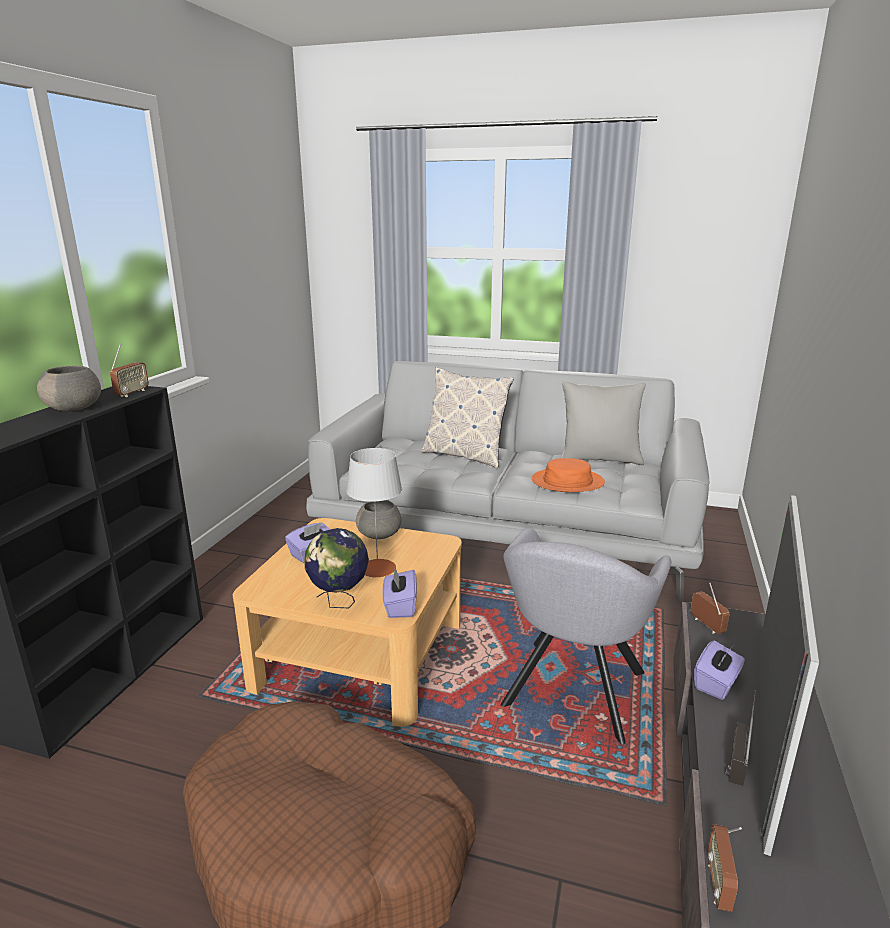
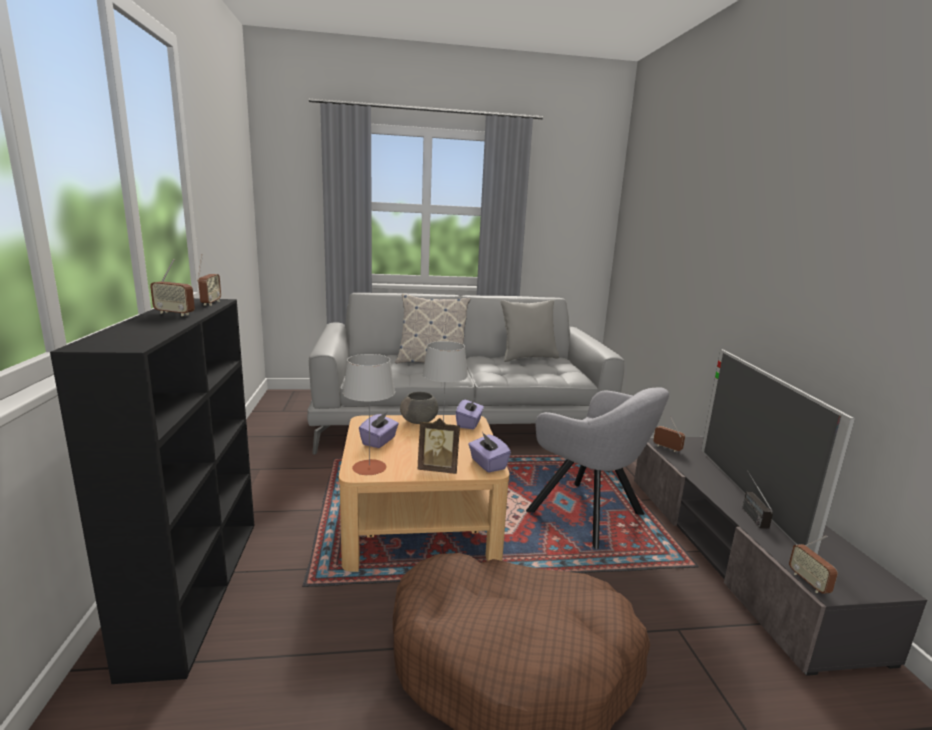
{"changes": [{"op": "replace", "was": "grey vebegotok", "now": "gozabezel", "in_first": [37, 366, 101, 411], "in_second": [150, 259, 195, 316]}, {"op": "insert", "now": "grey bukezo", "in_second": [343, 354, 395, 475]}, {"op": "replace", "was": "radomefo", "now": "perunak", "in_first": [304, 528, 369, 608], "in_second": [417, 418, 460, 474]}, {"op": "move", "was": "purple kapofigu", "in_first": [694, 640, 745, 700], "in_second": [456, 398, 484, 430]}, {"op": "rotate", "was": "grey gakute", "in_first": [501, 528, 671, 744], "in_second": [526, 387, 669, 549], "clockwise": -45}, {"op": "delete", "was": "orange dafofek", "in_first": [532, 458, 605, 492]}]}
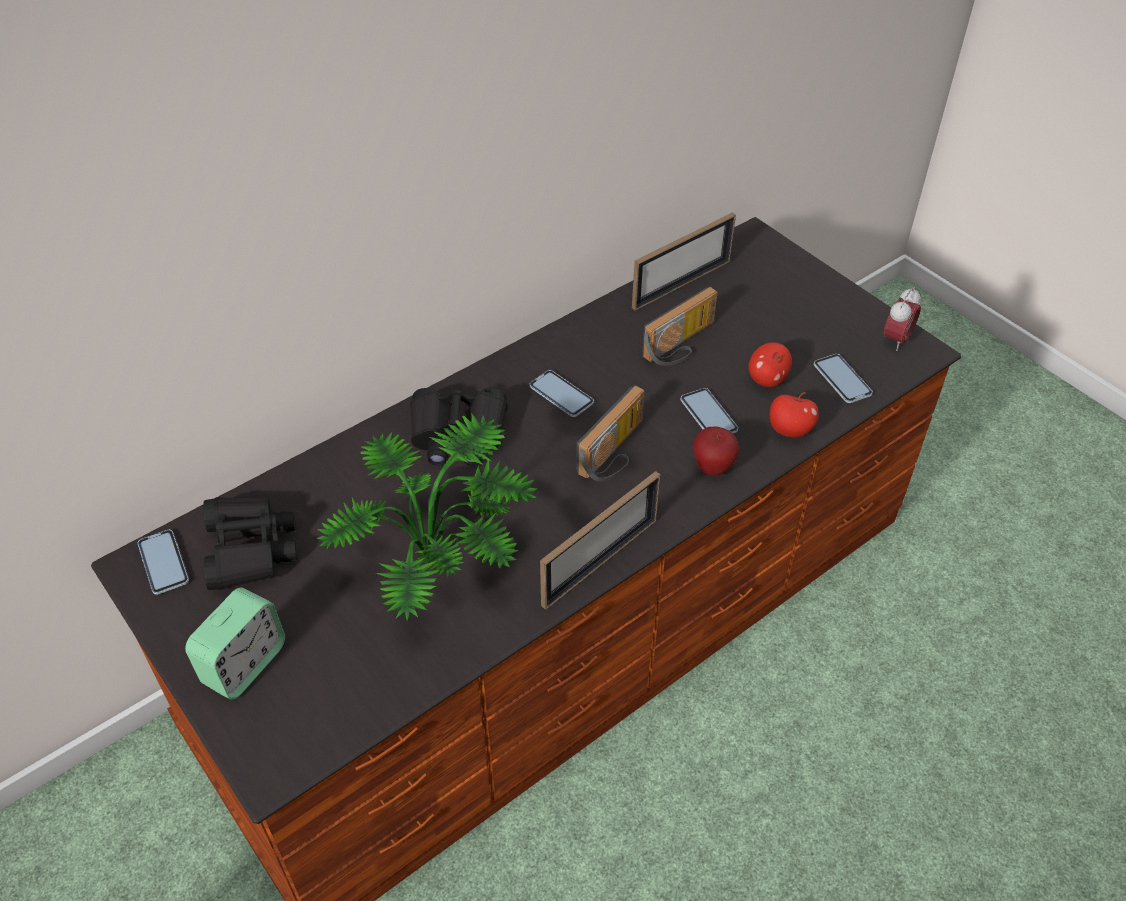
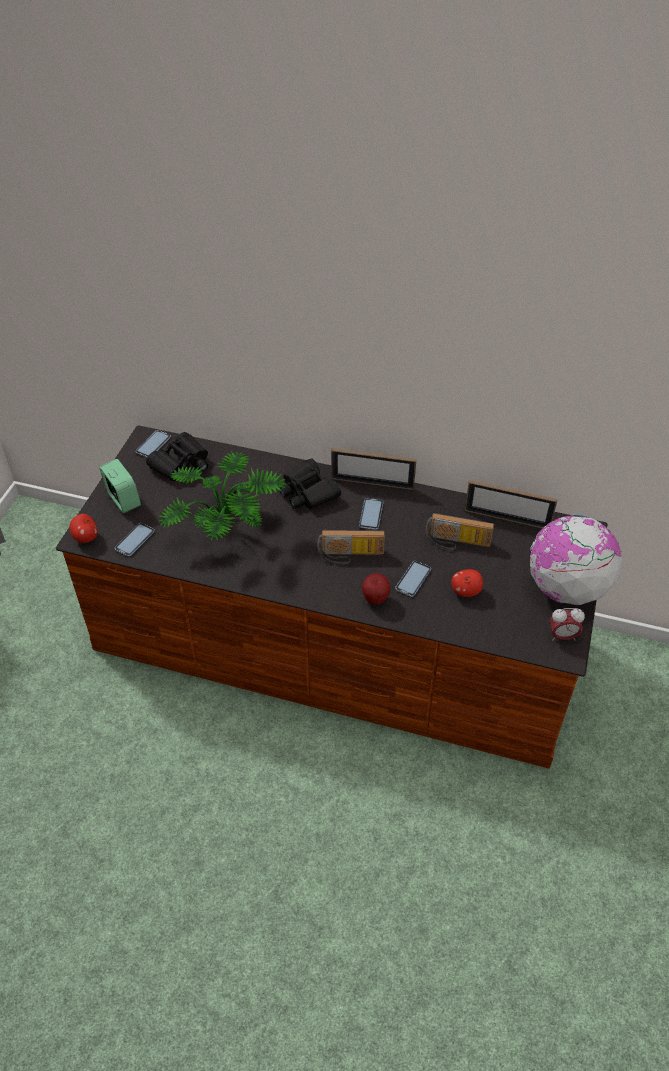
{"changes": [{"op": "move", "was": "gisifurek", "in_first": [770, 392, 819, 437], "in_second": [69, 514, 98, 543]}, {"op": "rotate", "was": "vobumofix", "in_first": [185, 588, 285, 700], "in_second": [99, 459, 141, 513], "clockwise": -120}, {"op": "move", "was": "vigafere", "in_first": [814, 354, 873, 403], "in_second": [115, 523, 154, 556]}, {"op": "move", "was": "perunak", "in_first": [540, 471, 660, 610], "in_second": [331, 448, 416, 490]}, {"op": "insert", "now": "radomefo", "in_second": [530, 515, 622, 605]}]}
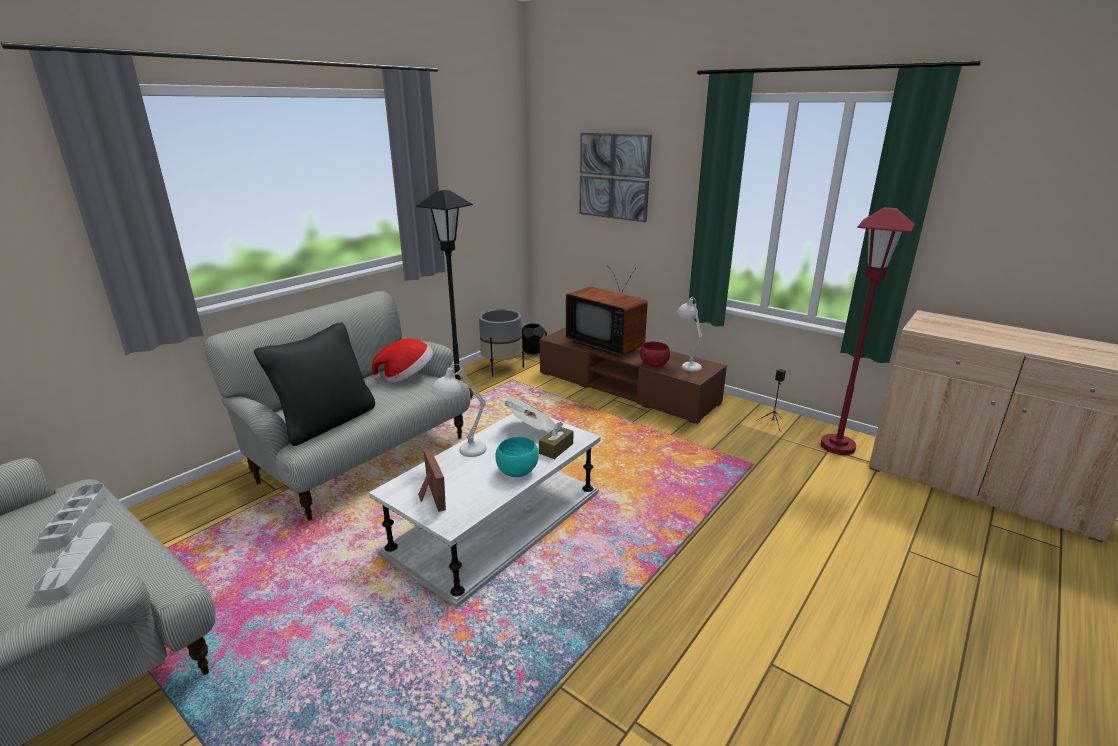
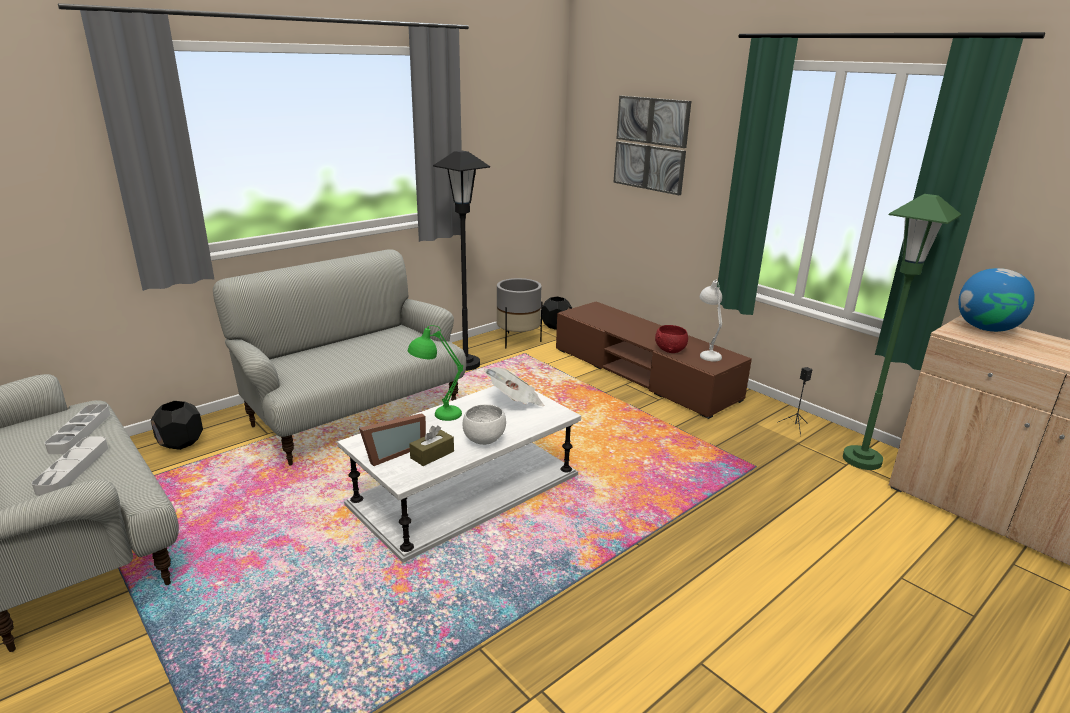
{"changes": [{"op": "insert", "now": "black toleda", "in_second": [151, 401, 203, 450]}, {"op": "rotate", "was": "perunak", "in_first": [418, 449, 446, 512], "in_second": [359, 413, 426, 466], "clockwise": 60}, {"op": "recolor", "was": "white bukezo", "now": "green bukezo", "in_first": [431, 364, 487, 457], "in_second": [408, 325, 463, 421]}, {"op": "move", "was": "brown kapofigu", "in_first": [539, 422, 573, 459], "in_second": [409, 425, 454, 466]}, {"op": "recolor", "was": "turquoise vebegotok", "now": "white vebegotok", "in_first": [495, 437, 538, 477], "in_second": [463, 404, 506, 445]}, {"op": "recolor", "was": "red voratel", "now": "green voratel", "in_first": [821, 207, 915, 455], "in_second": [843, 194, 961, 470]}, {"op": "insert", "now": "radomefo", "in_second": [958, 268, 1035, 332]}, {"op": "delete", "was": "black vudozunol", "in_first": [254, 322, 375, 446]}, {"op": "delete", "was": "dafofek", "in_first": [372, 338, 433, 383]}, {"op": "delete", "was": "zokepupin", "in_first": [566, 266, 648, 357]}]}
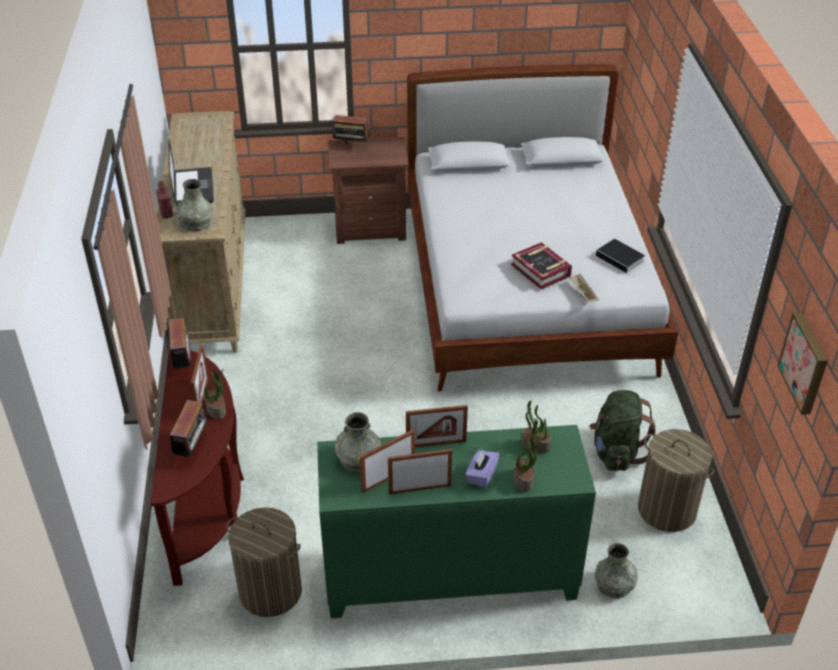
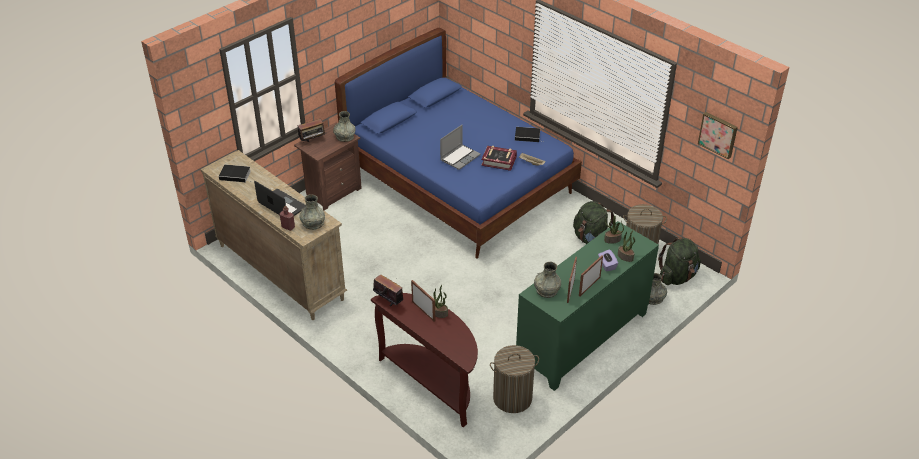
{"changes": [{"op": "insert", "now": "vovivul", "in_second": [219, 165, 251, 182]}, {"op": "insert", "now": "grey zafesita", "in_second": [333, 111, 356, 142]}, {"op": "recolor", "was": "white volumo", "now": "blue volumo", "in_first": [407, 64, 678, 391], "in_second": [335, 28, 582, 259]}, {"op": "insert", "now": "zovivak", "in_second": [440, 125, 481, 170]}, {"op": "insert", "now": "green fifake", "in_second": [658, 237, 701, 285]}, {"op": "delete", "was": "gozabezel", "in_first": [170, 400, 207, 461]}, {"op": "delete", "was": "perunak", "in_first": [406, 405, 468, 447]}]}
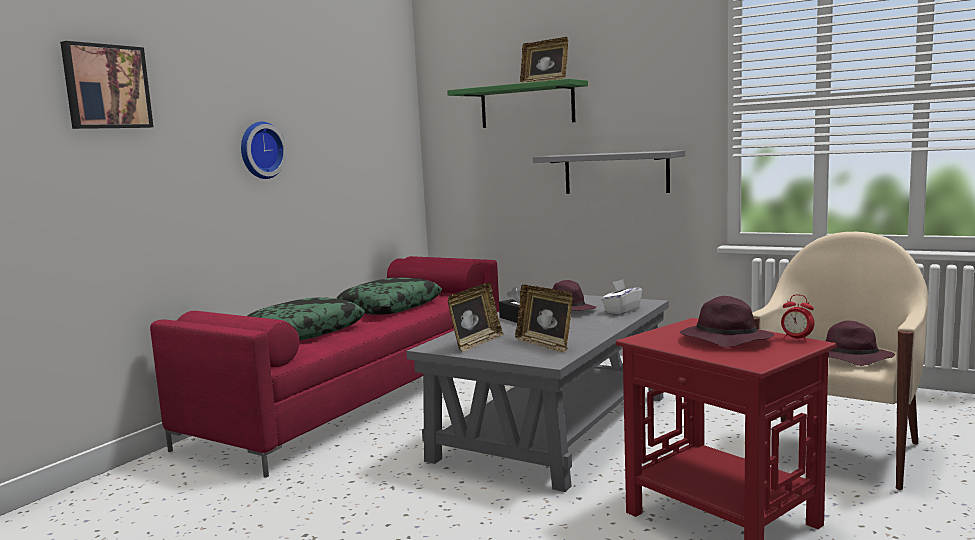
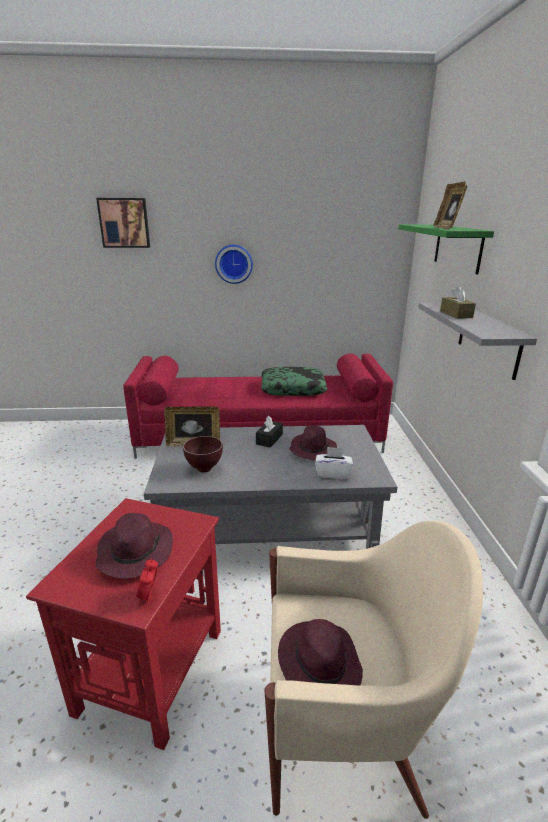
{"changes": [{"op": "replace", "was": "perunak", "now": "brown vebegotok", "in_first": [515, 285, 573, 353], "in_second": [183, 436, 223, 473]}, {"op": "insert", "now": "brown kapofigu", "in_second": [440, 286, 476, 319]}, {"op": "delete", "was": "vudozunol", "in_first": [247, 298, 365, 340]}]}
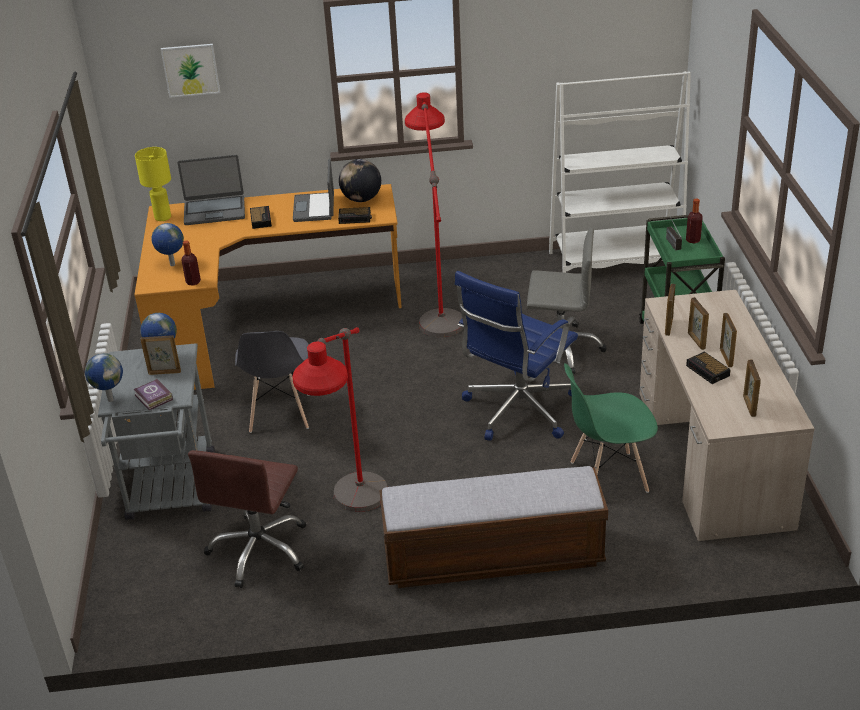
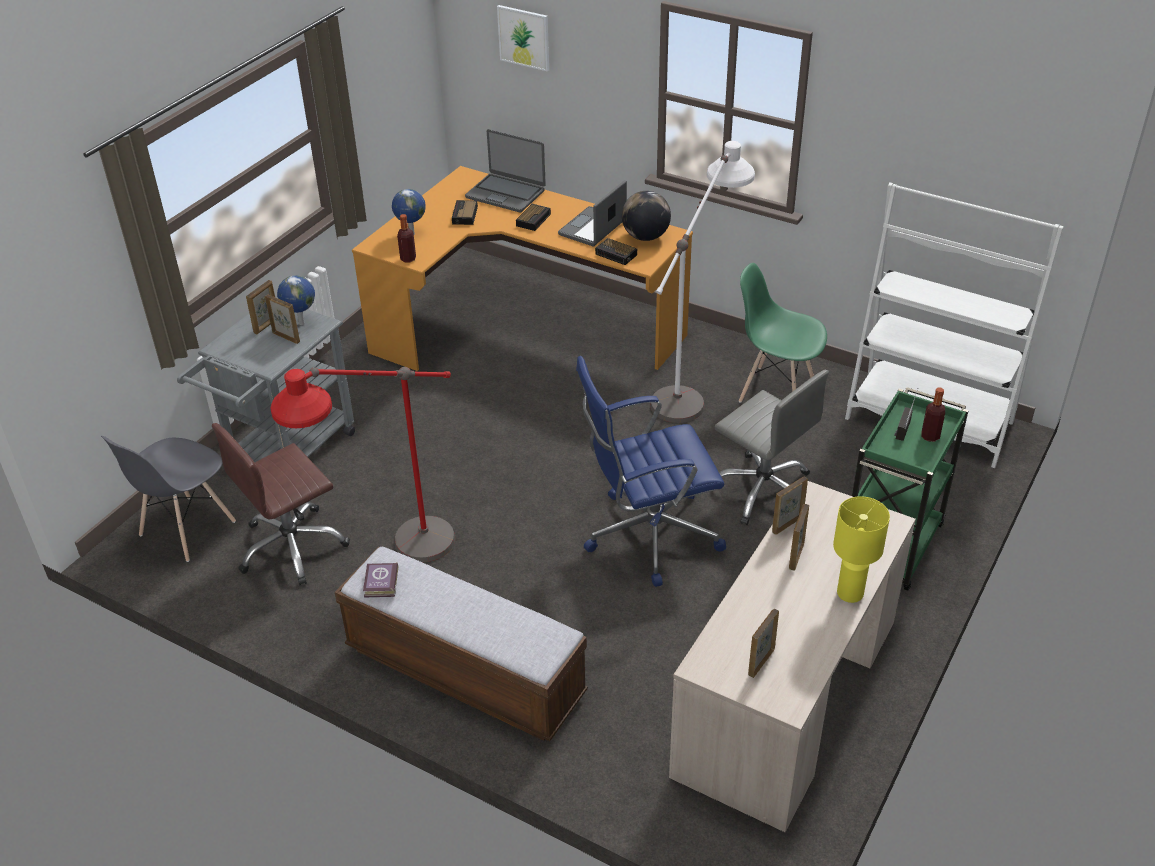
{"changes": [{"op": "move", "was": "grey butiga", "in_first": [235, 331, 309, 433], "in_second": [101, 436, 236, 562]}, {"op": "move", "was": "perunak", "in_first": [720, 313, 737, 367], "in_second": [246, 280, 275, 334]}, {"op": "move", "was": "vovivul", "in_first": [134, 379, 173, 410], "in_second": [363, 562, 398, 597]}, {"op": "move", "was": "vobumofix", "in_first": [686, 351, 731, 384], "in_second": [452, 200, 478, 225]}, {"op": "recolor", "was": "red voratel", "now": "white voratel", "in_first": [405, 92, 464, 337], "in_second": [650, 141, 755, 423]}, {"op": "move", "was": "green butiga", "in_first": [564, 363, 658, 493], "in_second": [739, 263, 827, 403]}, {"op": "move", "was": "yellow bukezo", "in_first": [135, 147, 171, 221], "in_second": [833, 496, 890, 603]}, {"op": "delete", "was": "radomefo", "in_first": [85, 353, 123, 402]}]}
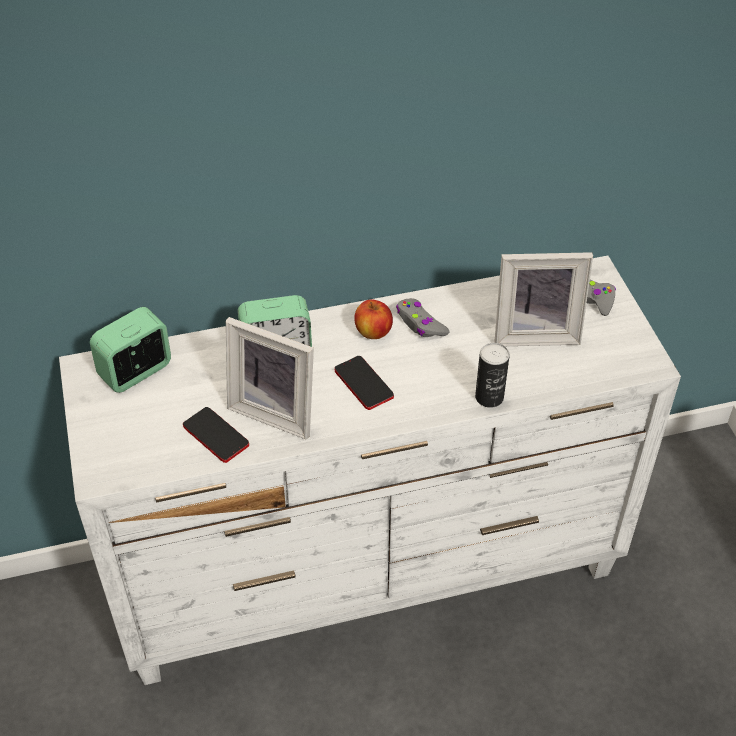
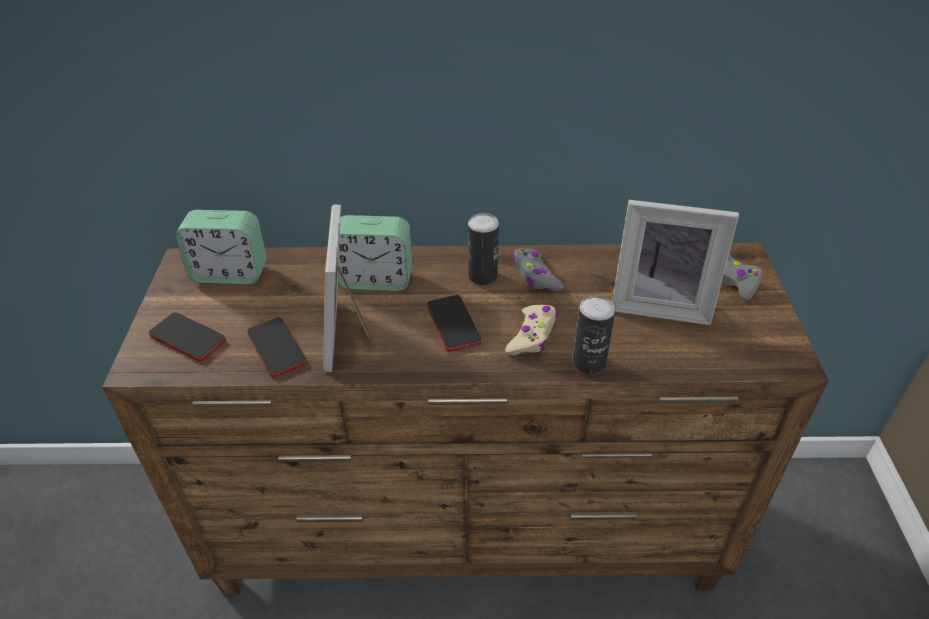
{"changes": [{"op": "recolor", "was": "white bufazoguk", "now": "brown bufazoguk", "in_first": [59, 256, 681, 685], "in_second": [102, 243, 829, 594]}, {"op": "insert", "now": "vigafere", "in_second": [149, 312, 226, 361]}, {"op": "rotate", "was": "vobumofix", "in_first": [90, 307, 171, 393], "in_second": [175, 210, 267, 284], "clockwise": -150}, {"op": "rotate", "was": "perunak", "in_first": [226, 317, 314, 439], "in_second": [323, 204, 373, 372], "clockwise": 45}, {"op": "replace", "was": "gisifurek", "now": "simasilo", "in_first": [354, 299, 393, 339], "in_second": [468, 213, 499, 285]}, {"op": "insert", "now": "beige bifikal", "in_second": [505, 305, 558, 355]}]}
